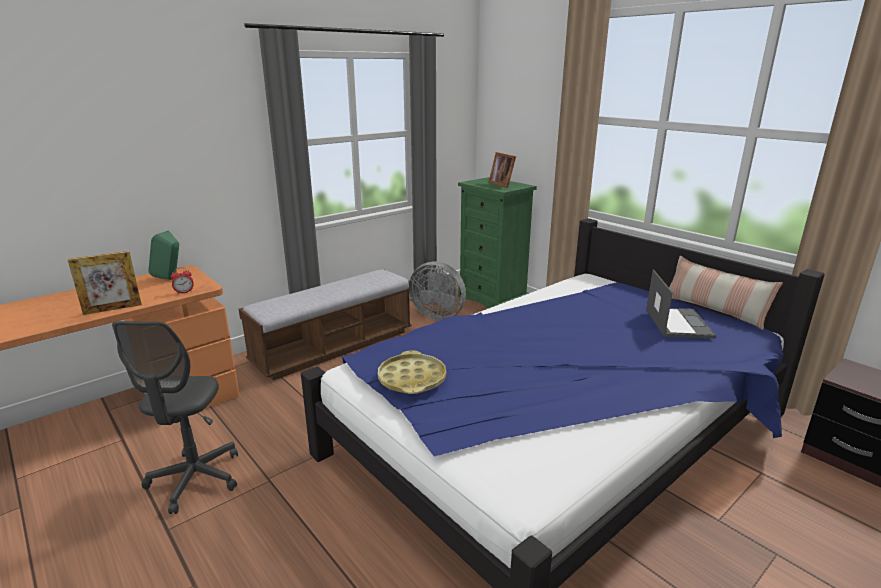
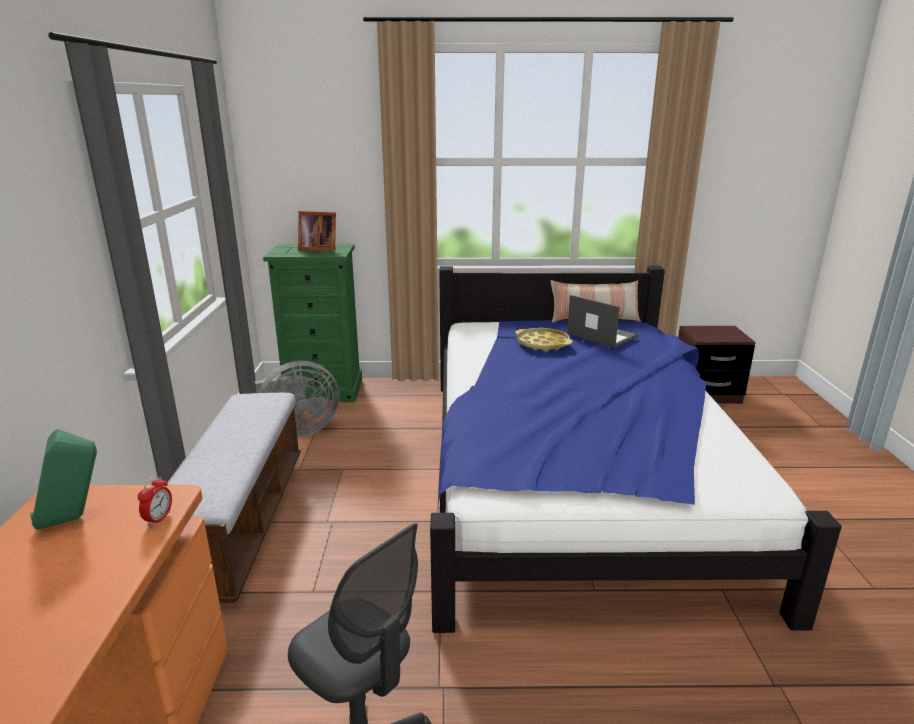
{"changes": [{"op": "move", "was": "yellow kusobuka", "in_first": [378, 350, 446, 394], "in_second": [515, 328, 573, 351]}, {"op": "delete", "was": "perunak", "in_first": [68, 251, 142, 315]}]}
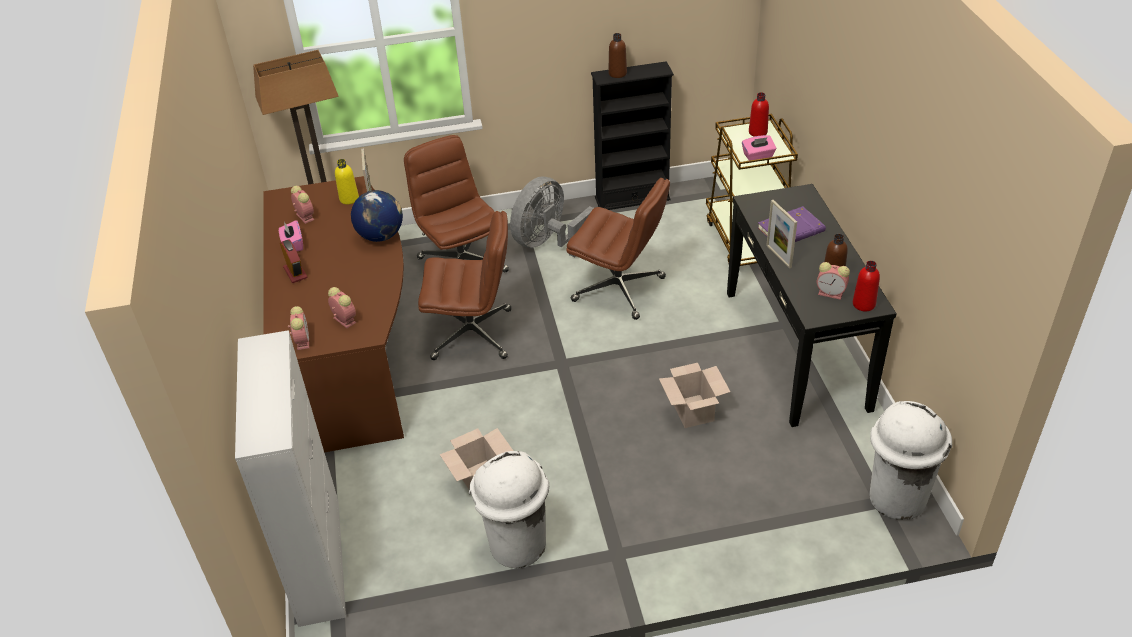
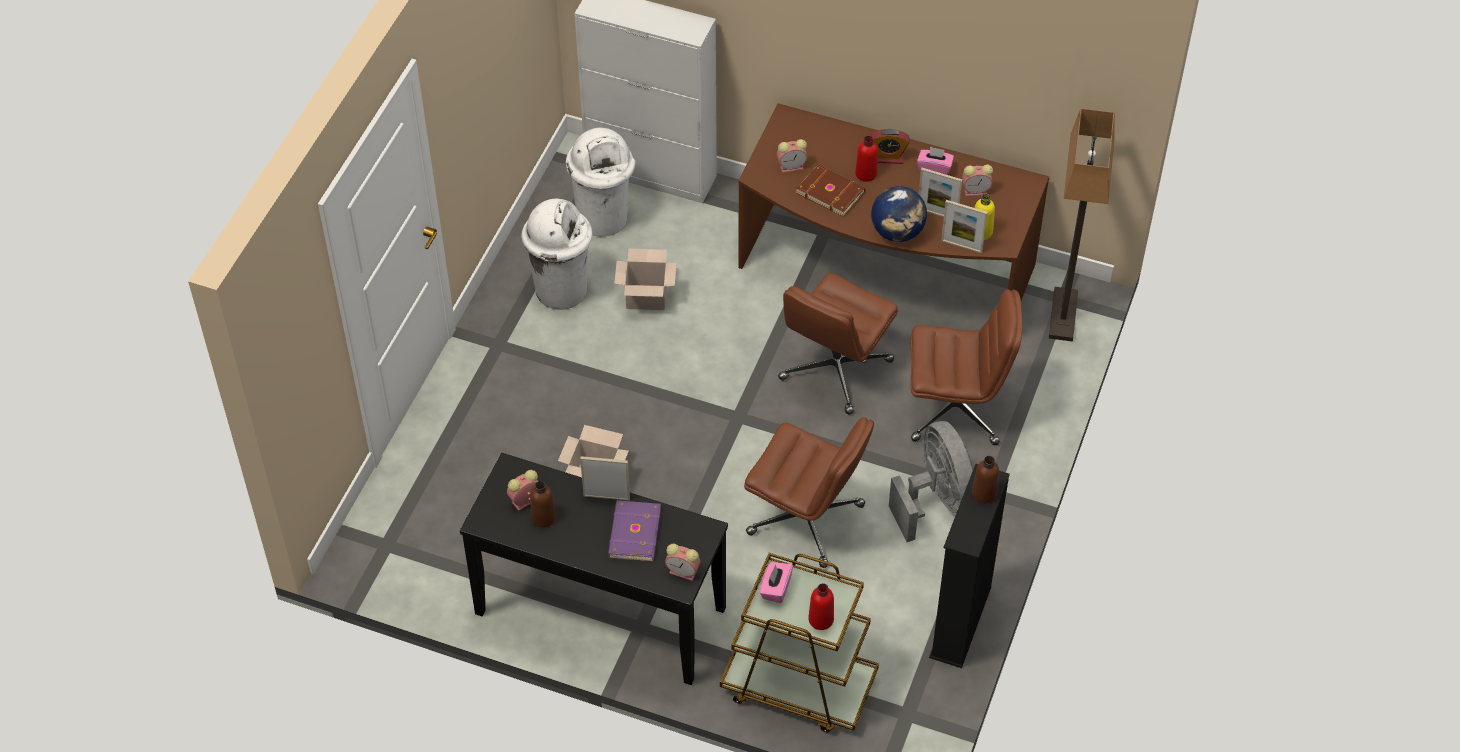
{"changes": [{"op": "move", "was": "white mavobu", "in_first": [869, 401, 952, 520], "in_second": [566, 128, 636, 236]}, {"op": "move", "was": "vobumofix", "in_first": [288, 306, 309, 350], "in_second": [665, 544, 701, 581]}, {"op": "rotate", "was": "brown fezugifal", "in_first": [566, 178, 670, 320], "in_second": [744, 417, 874, 568], "clockwise": -120}, {"op": "insert", "now": "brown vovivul", "in_second": [795, 164, 865, 217]}, {"op": "move", "was": "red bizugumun", "in_first": [853, 261, 880, 311], "in_second": [855, 136, 878, 182]}, {"op": "insert", "now": "perunak", "in_second": [919, 168, 962, 217]}]}
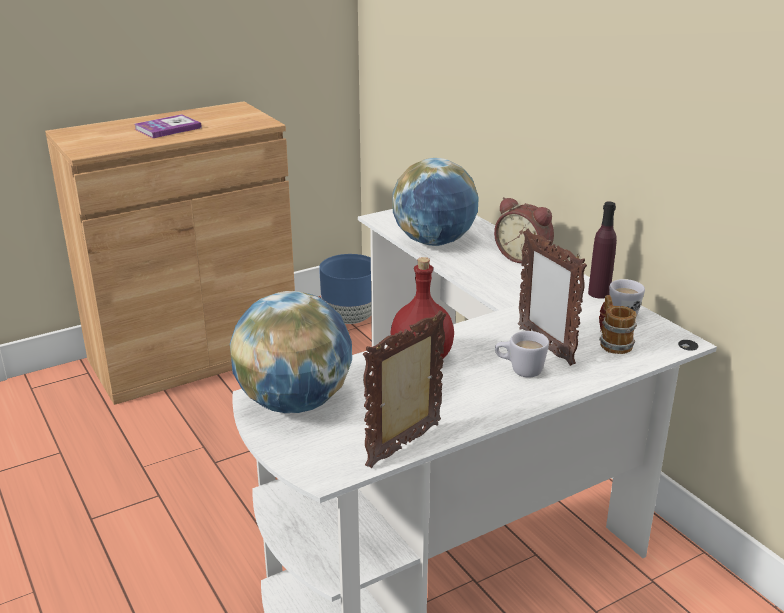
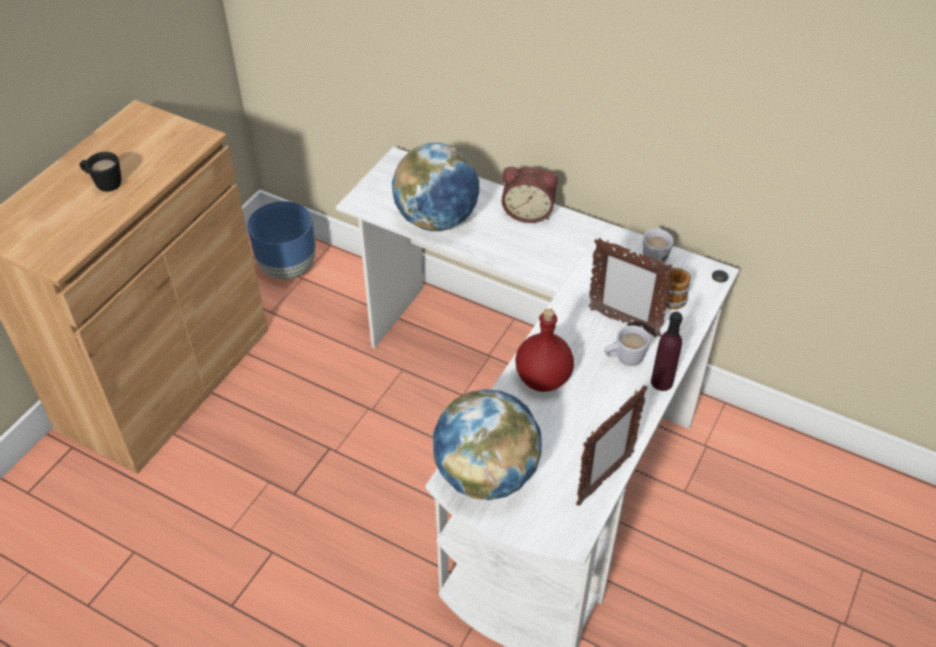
{"changes": [{"op": "replace", "was": "vovivul", "now": "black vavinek", "in_first": [135, 114, 202, 138], "in_second": [79, 152, 122, 192]}, {"op": "rotate", "was": "perunak", "in_first": [363, 310, 446, 468], "in_second": [576, 385, 648, 506], "clockwise": -150}, {"op": "move", "was": "purple bizugumun", "in_first": [588, 201, 617, 299], "in_second": [651, 311, 683, 391]}]}
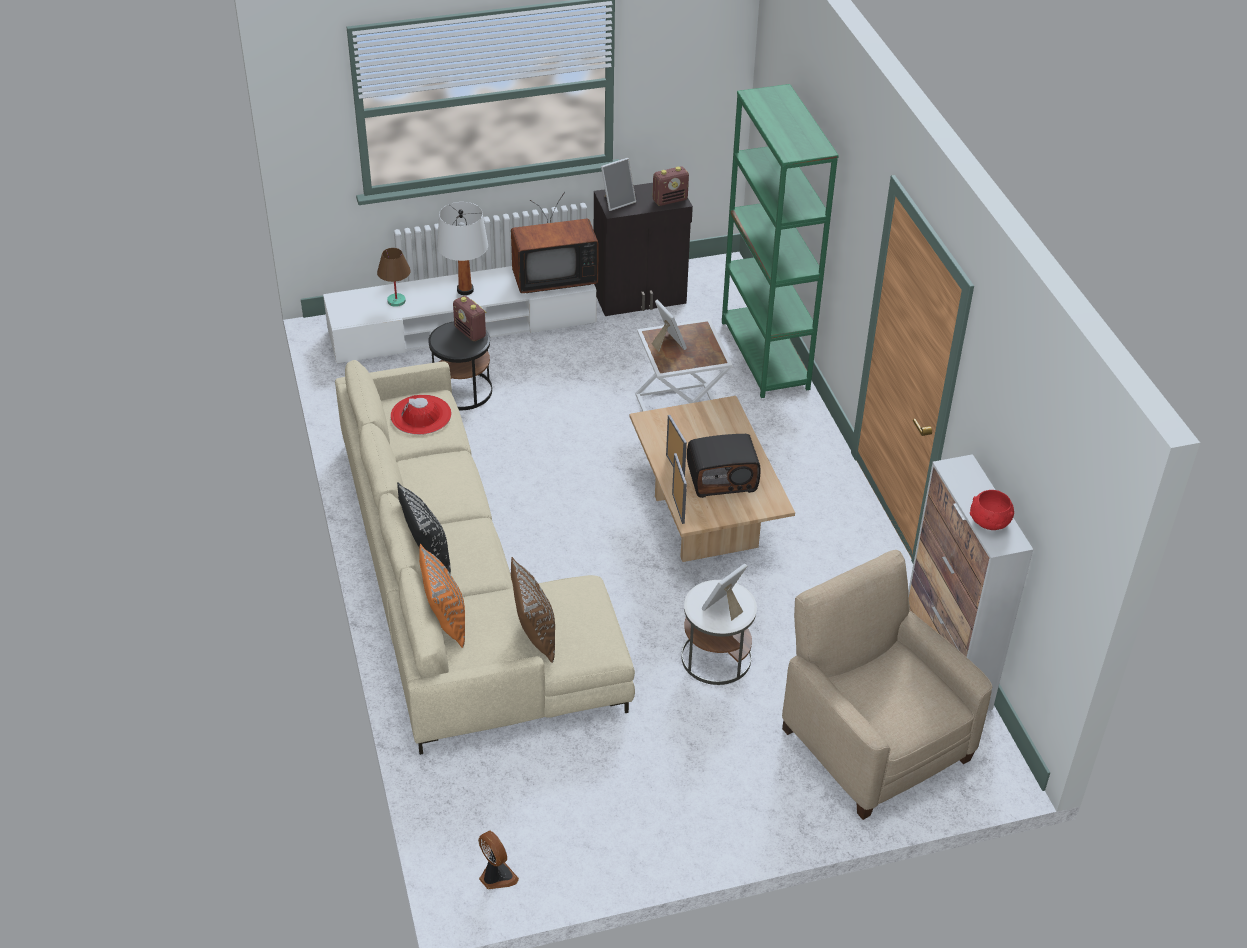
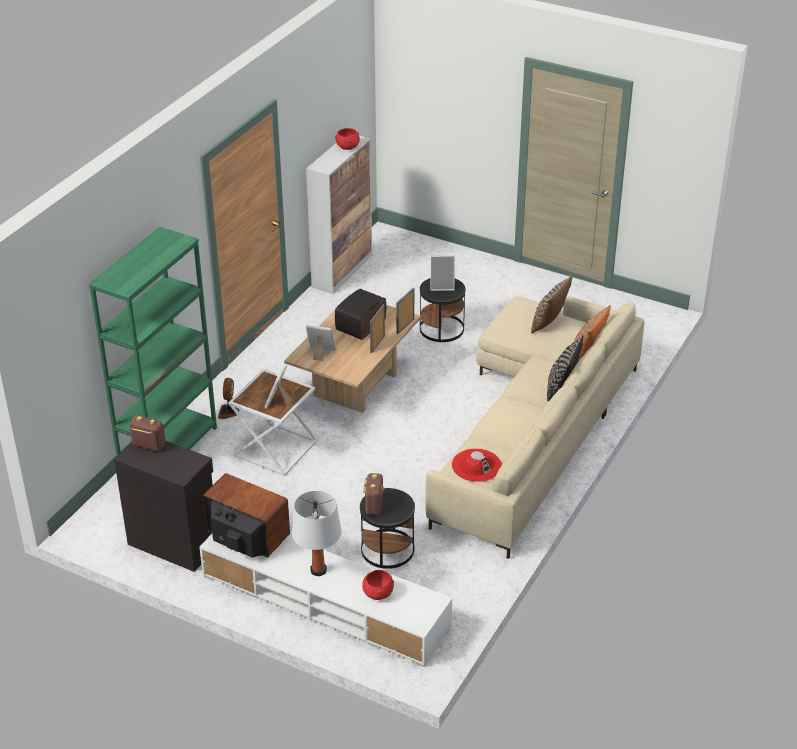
{"changes": [{"op": "move", "was": "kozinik", "in_first": [478, 831, 519, 889], "in_second": [218, 378, 239, 419]}, {"op": "move", "was": "perunak", "in_first": [601, 158, 636, 211], "in_second": [306, 325, 336, 361]}, {"op": "rotate", "was": "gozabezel", "in_first": [687, 434, 760, 498], "in_second": [335, 289, 386, 340], "clockwise": -90}, {"op": "replace", "was": "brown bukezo", "now": "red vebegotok", "in_first": [377, 248, 411, 307], "in_second": [362, 570, 394, 600]}, {"op": "recolor", "was": "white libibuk", "now": "black libibuk", "in_first": [681, 580, 757, 685], "in_second": [420, 278, 466, 342]}, {"op": "delete", "was": "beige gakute", "in_first": [782, 550, 992, 820]}]}
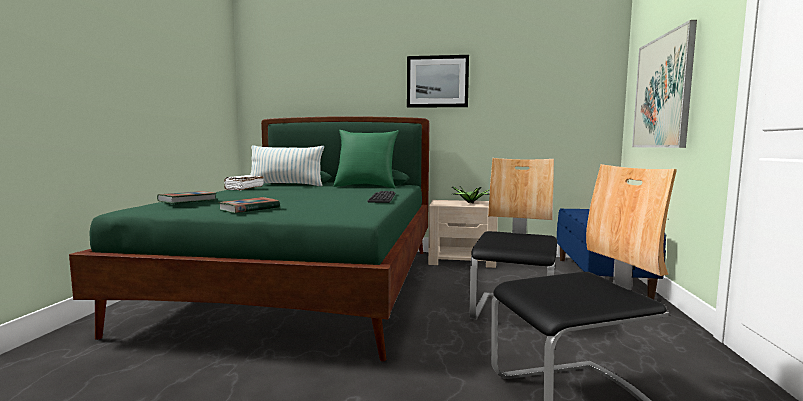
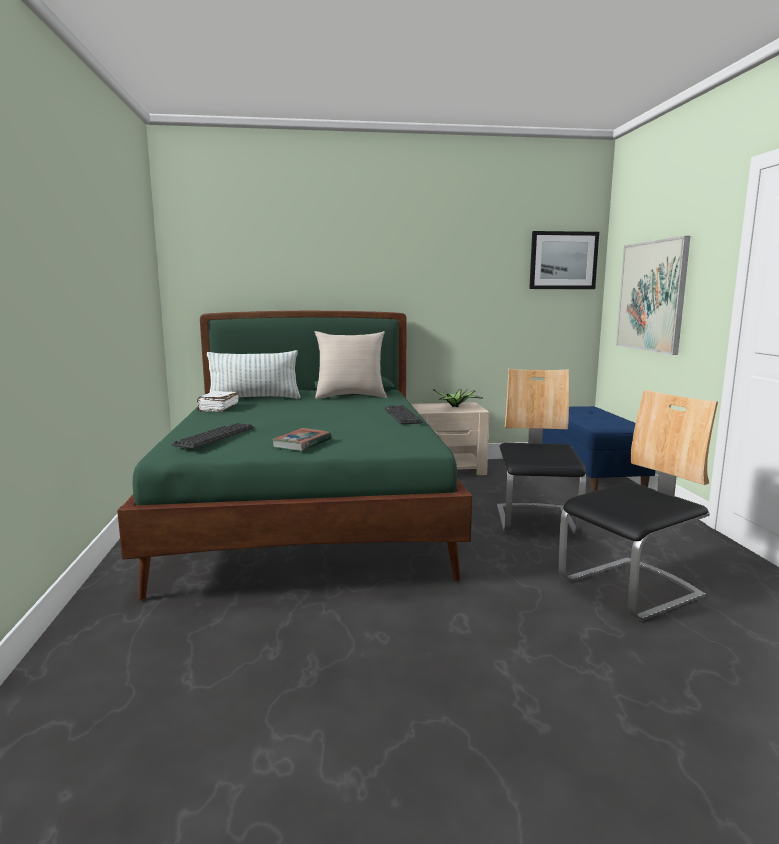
{"changes": [{"op": "replace", "was": "vovivul", "now": "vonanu", "in_first": [157, 191, 217, 204], "in_second": [172, 423, 254, 449]}, {"op": "recolor", "was": "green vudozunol", "now": "beige vudozunol", "in_first": [334, 130, 399, 188], "in_second": [315, 331, 387, 399]}, {"op": "move", "was": "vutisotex", "in_first": [407, 55, 469, 108], "in_second": [529, 231, 599, 289]}]}
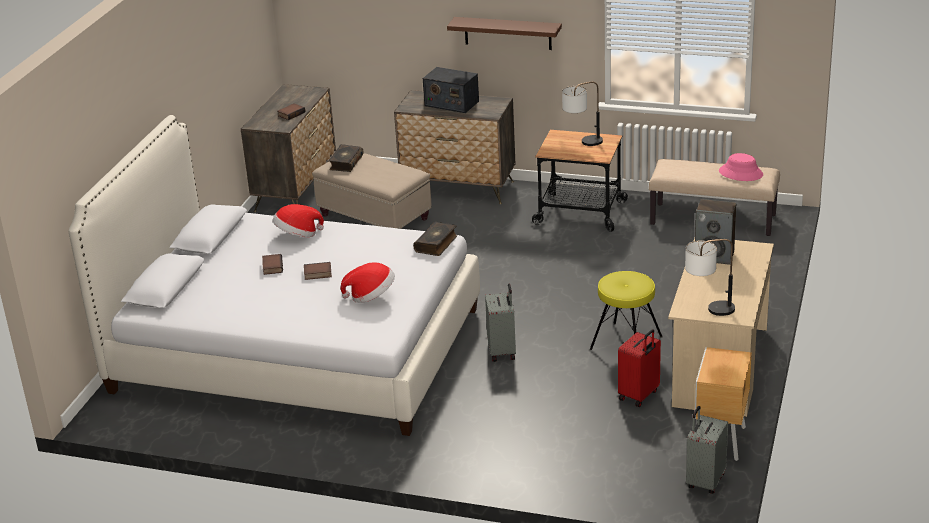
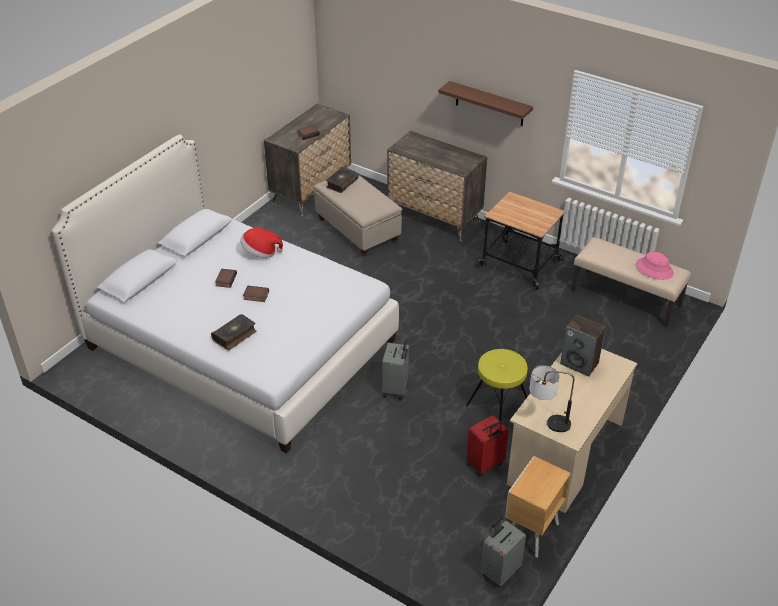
{"changes": [{"op": "move", "was": "vovivul", "in_first": [413, 222, 457, 256], "in_second": [211, 314, 256, 350]}, {"op": "delete", "was": "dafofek", "in_first": [341, 262, 395, 303]}, {"op": "delete", "was": "gozabezel", "in_first": [423, 67, 479, 113]}, {"op": "delete", "was": "bukezo", "in_first": [562, 82, 603, 146]}]}
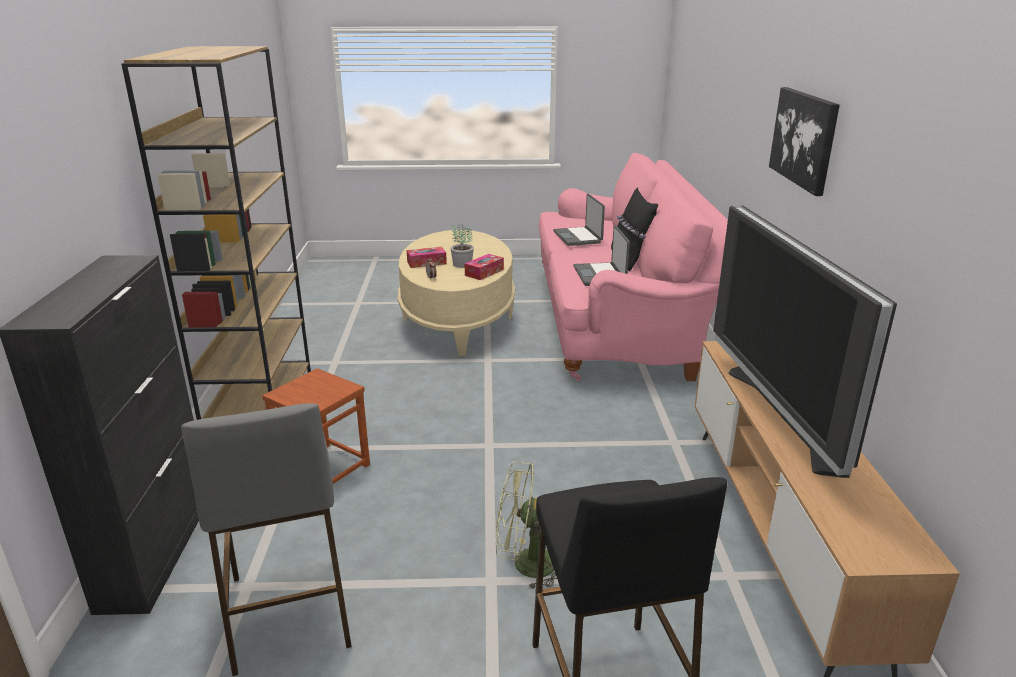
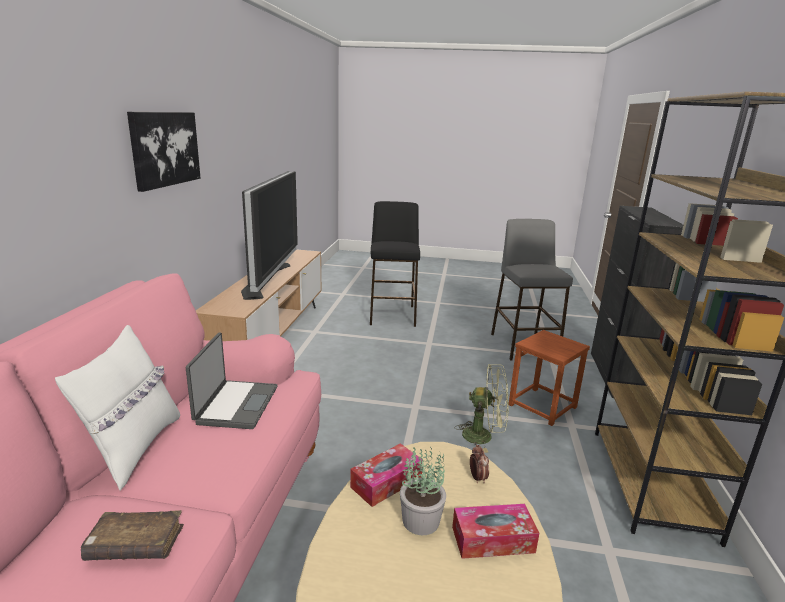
{"changes": [{"op": "recolor", "was": "black vudozunol", "now": "white vudozunol", "in_first": [611, 187, 658, 271], "in_second": [55, 325, 180, 491]}, {"op": "replace", "was": "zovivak", "now": "brown vovivul", "in_first": [553, 194, 605, 246], "in_second": [81, 510, 184, 561]}, {"op": "move", "was": "green kozinik", "in_first": [496, 461, 557, 590], "in_second": [454, 364, 509, 453]}]}
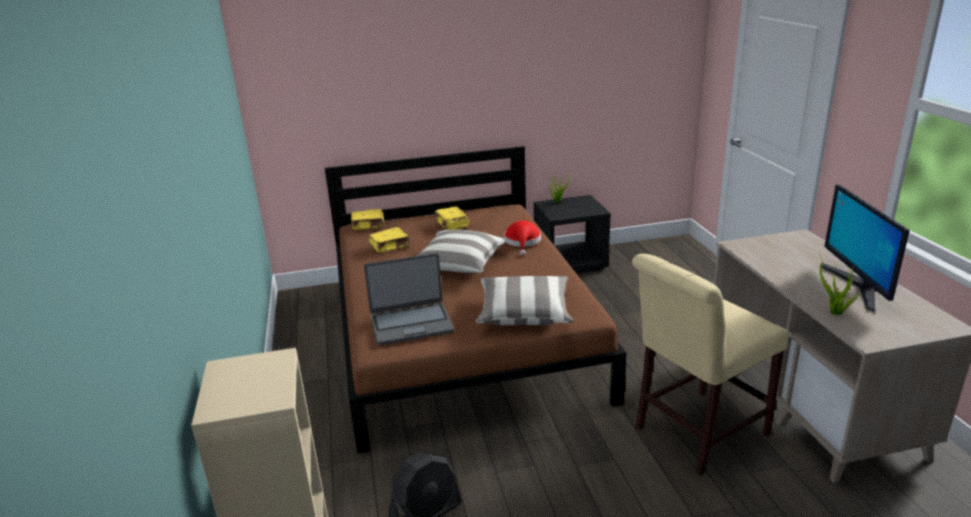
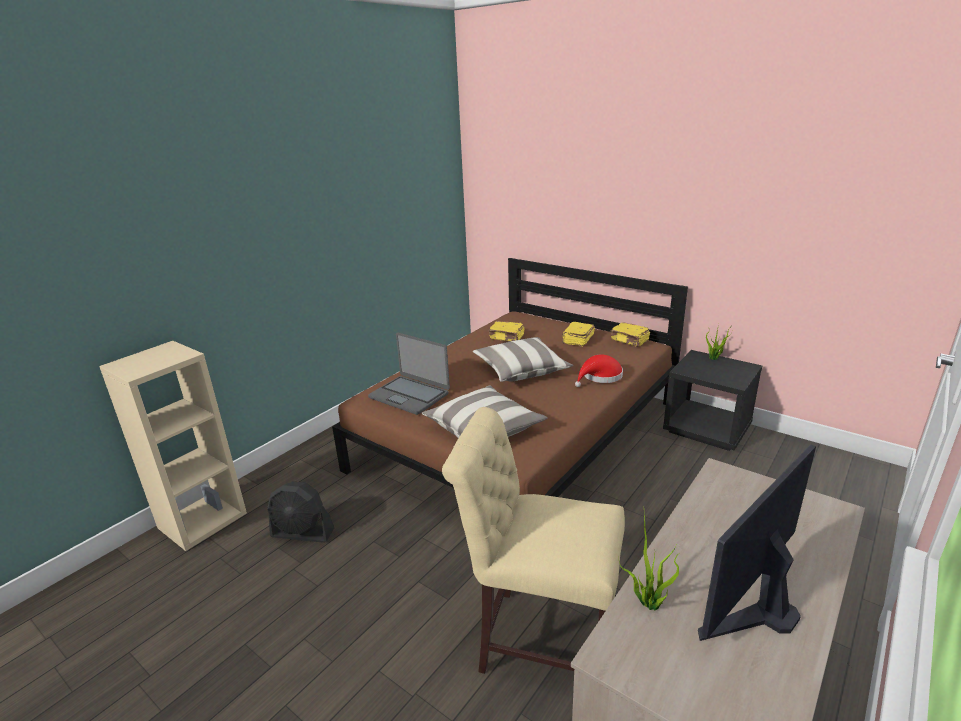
{"changes": [{"op": "move", "was": "yellow vovivul", "in_first": [351, 209, 384, 230], "in_second": [610, 322, 650, 347]}]}
